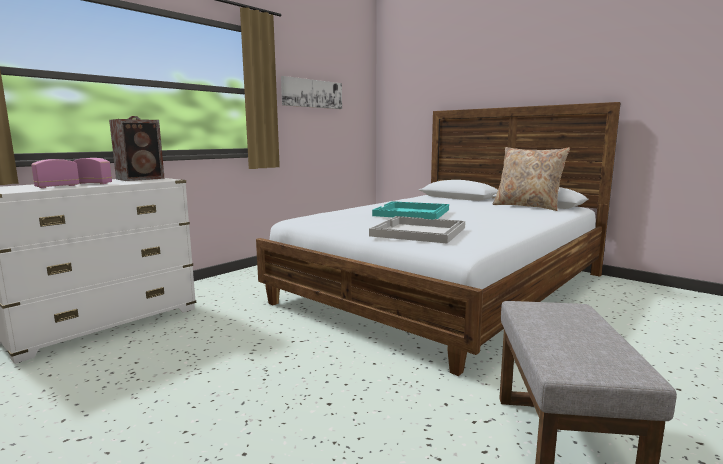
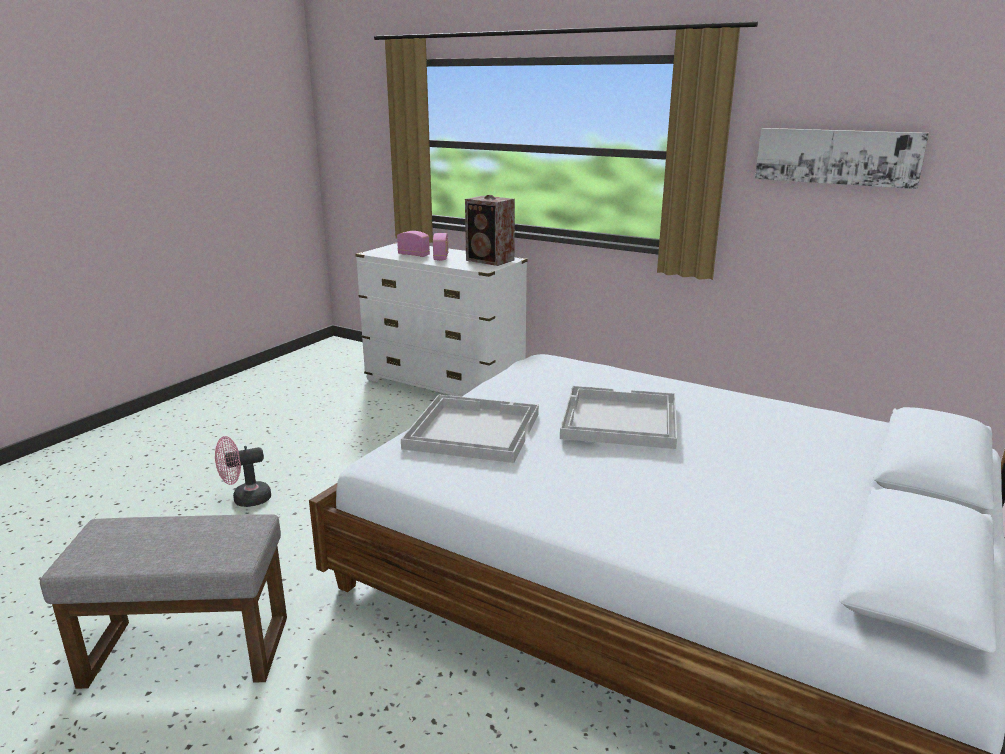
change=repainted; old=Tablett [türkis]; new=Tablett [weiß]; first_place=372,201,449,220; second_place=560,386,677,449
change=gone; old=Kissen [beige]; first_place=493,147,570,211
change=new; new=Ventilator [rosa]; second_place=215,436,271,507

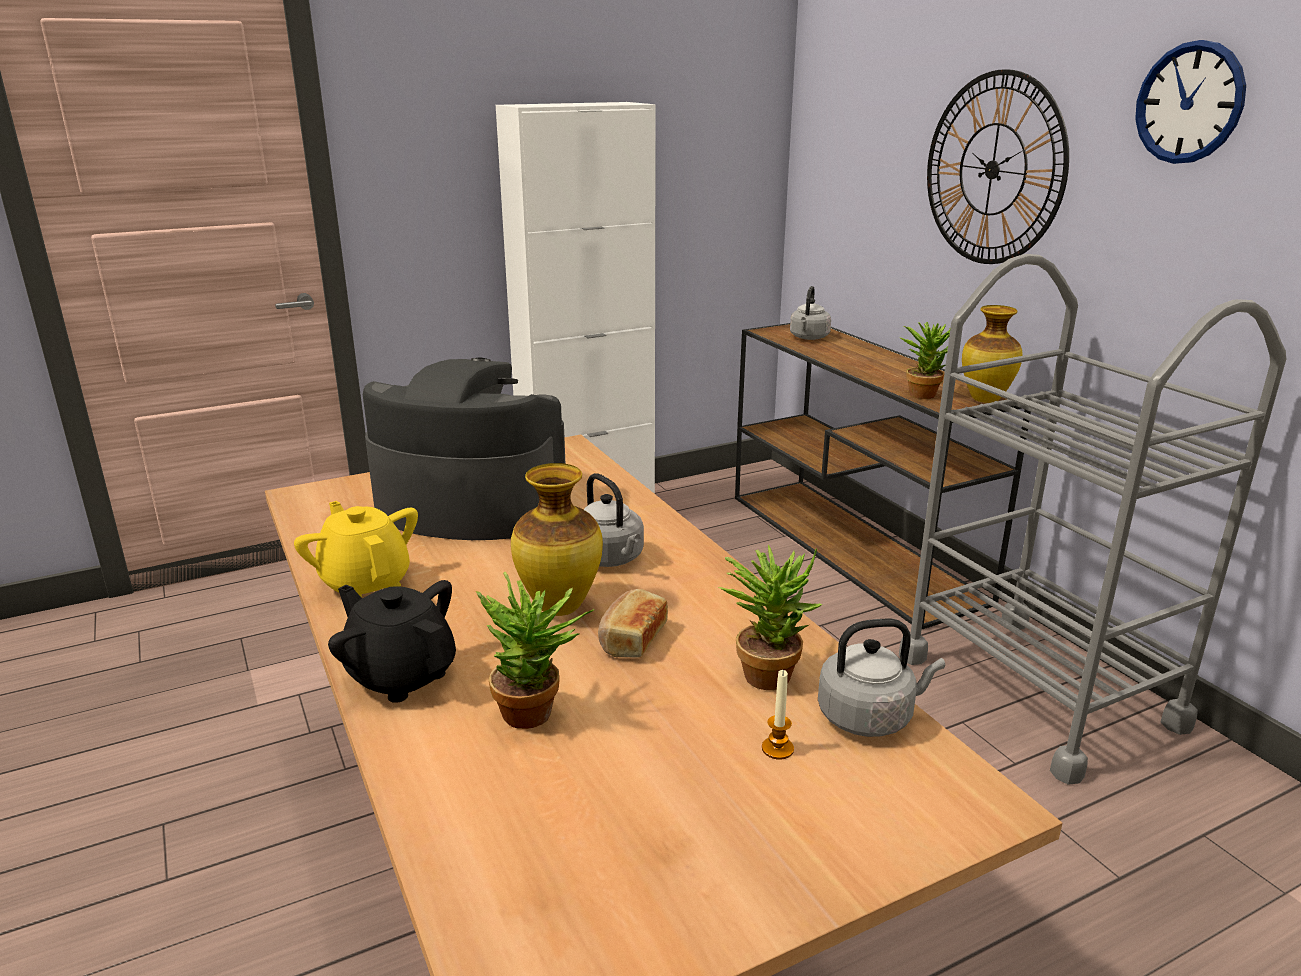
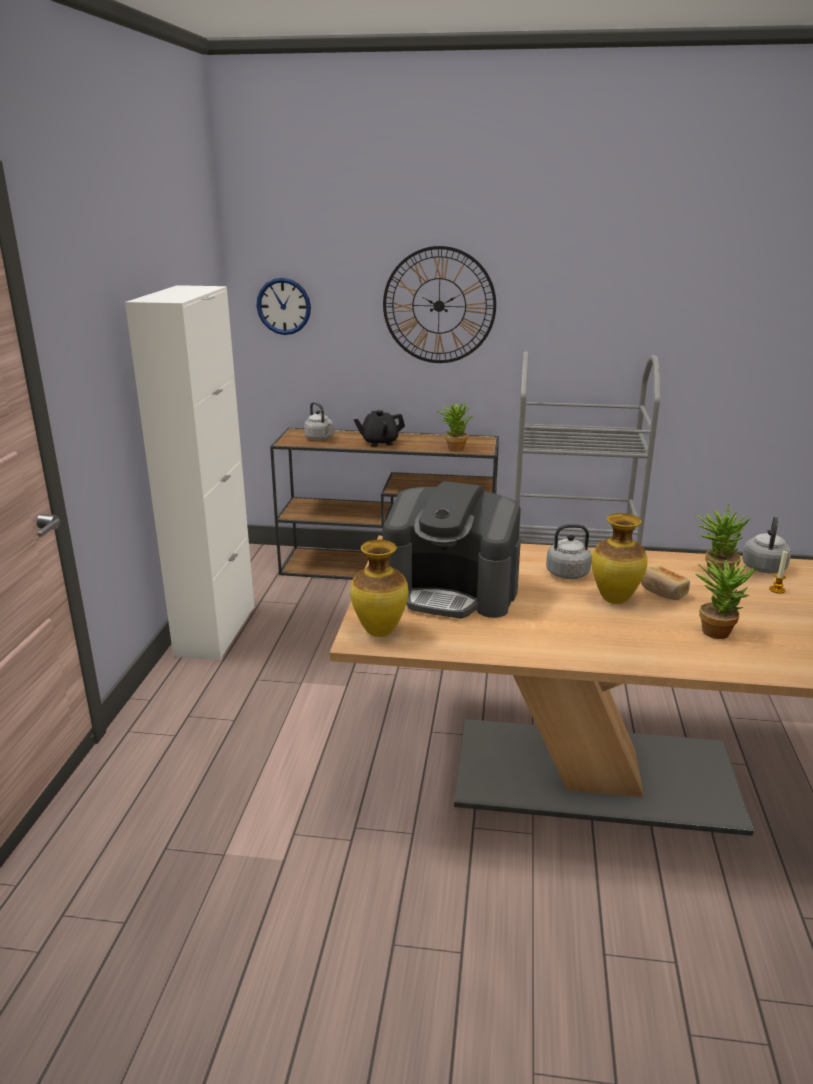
change=gone; old=Teekanne [gelb]; first_place=294,501,418,598
change=shifted; old=Teekanne [schwarz]; first_place=328,580,456,703; second_place=353,410,405,447
change=rotated; old=Kaffeemaschine; first_place=363,358,565,540; second_place=382,481,521,619; degrees=-120
change=shifted; old=Vase; first_place=962,305,1023,403; second_place=350,540,408,637
change=shifted; old=Wanduhr; first_place=1135,40,1246,164; second_place=257,278,311,335

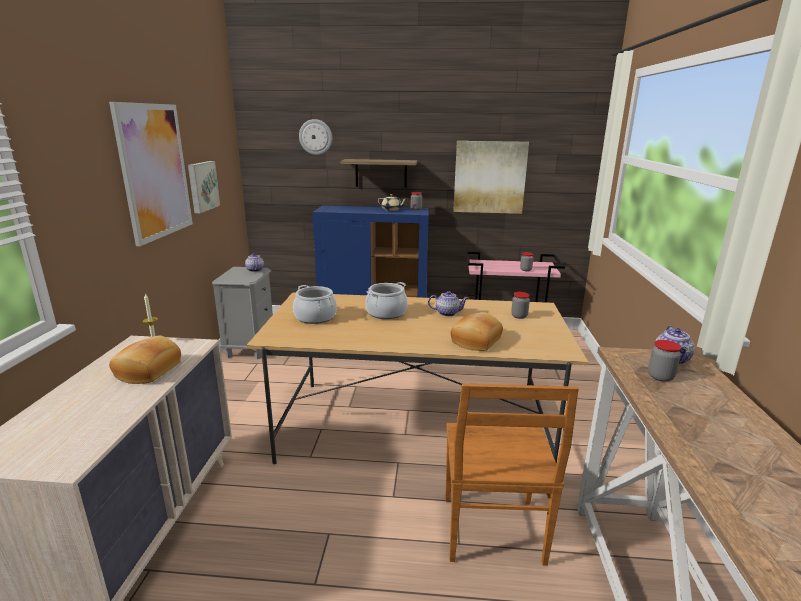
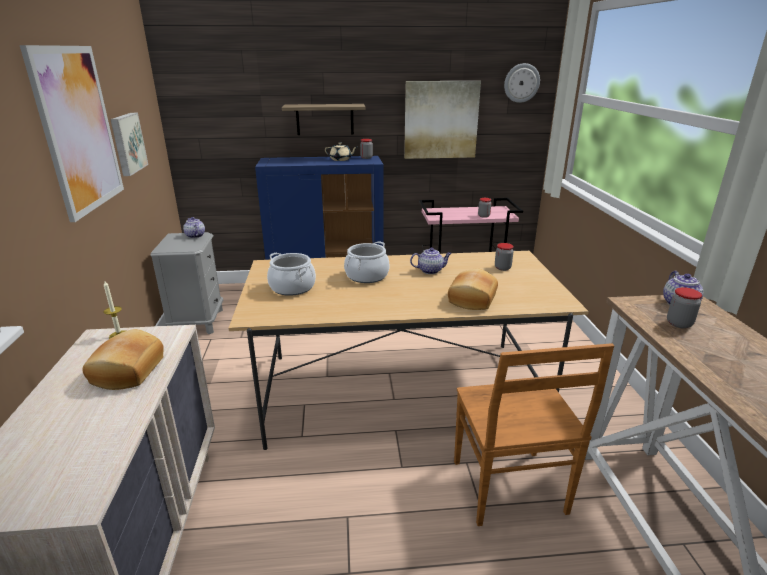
change=shifted; old=Wanduhr; first_place=299,119,332,155; second_place=504,63,540,103

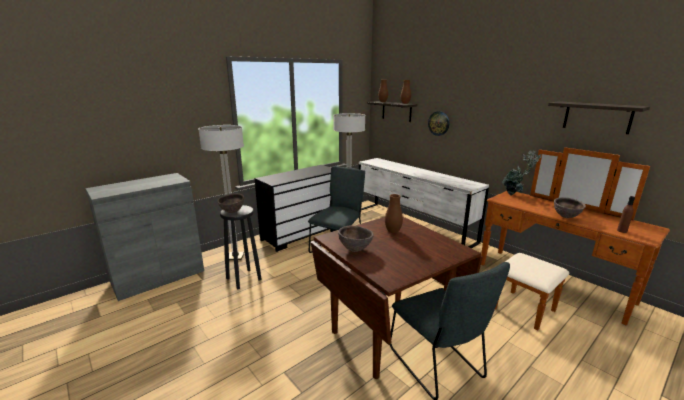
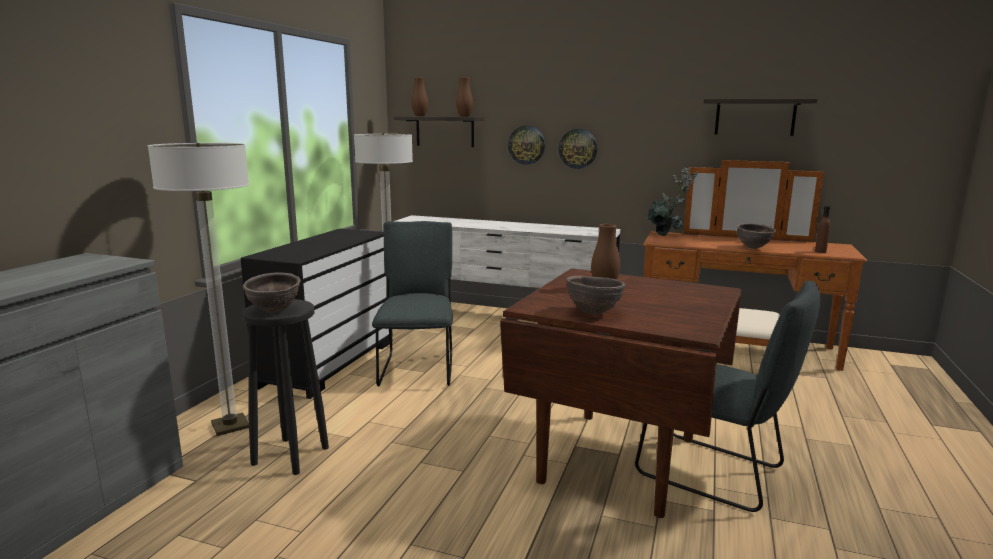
change=new; new=Wanduhr; second_place=559,129,598,169

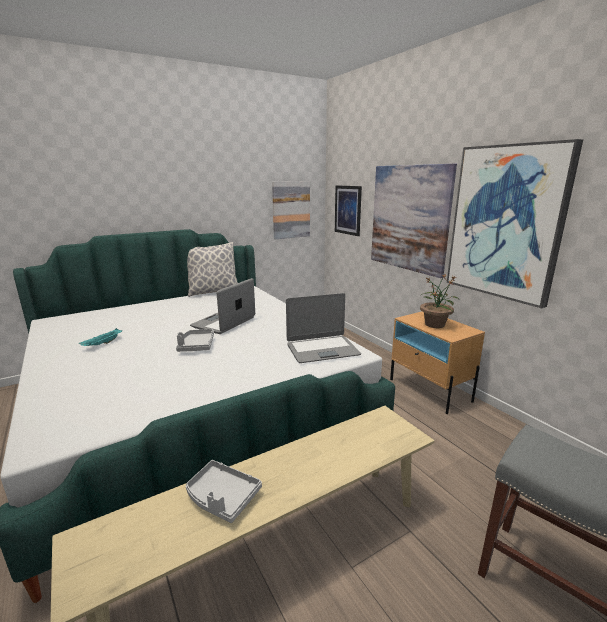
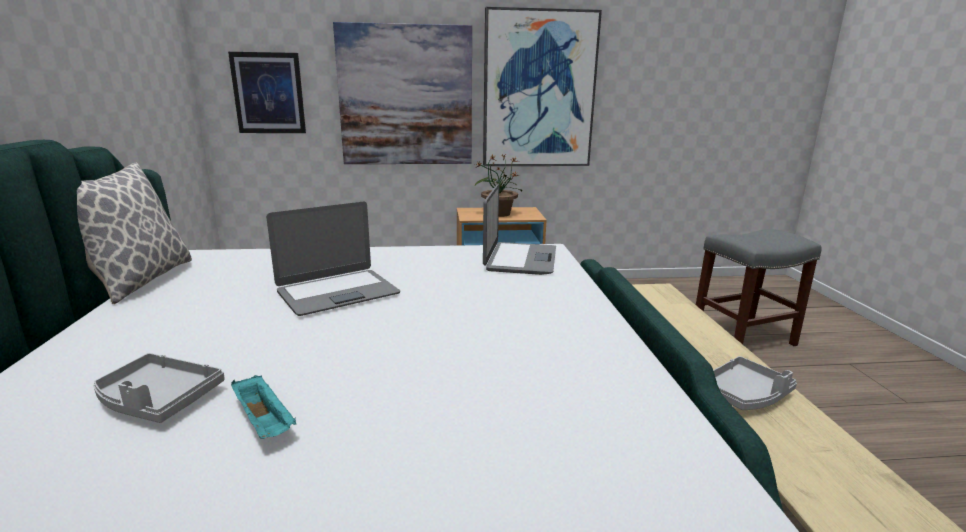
change=shifted; old=Tablett [grau]; first_place=176,329,214,352; second_place=93,353,225,423
change=rotated; old=Laptop; first_place=190,278,255,334; second_place=266,201,400,316; degrees=-90
change=gone; old=Bild; first_place=272,181,310,239

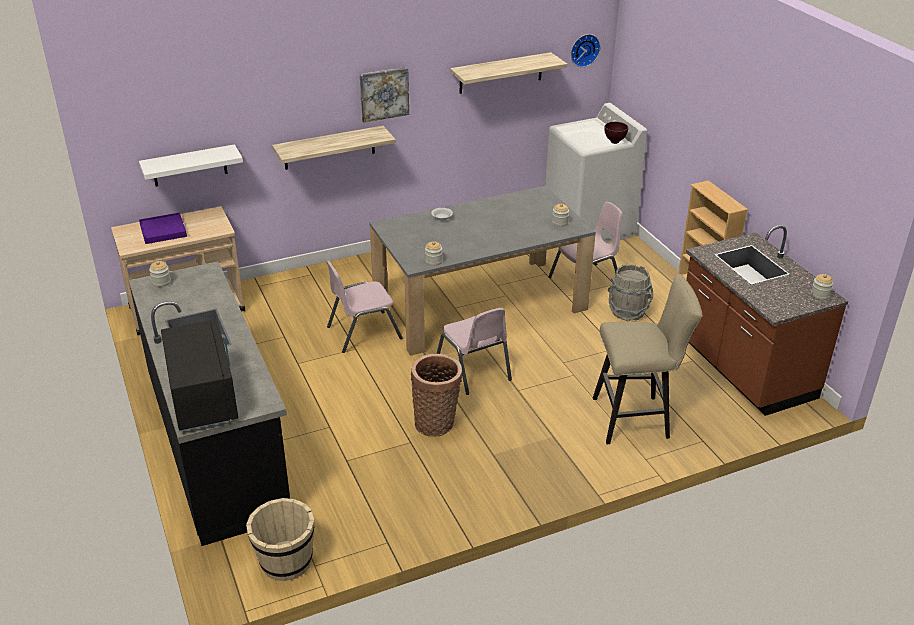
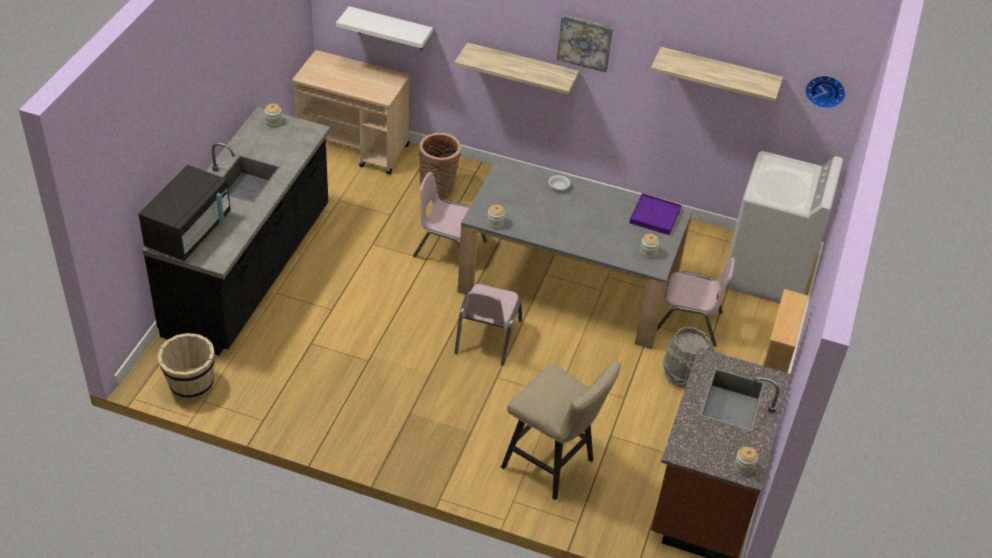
change=shifted; old=Tablett [lila]; first_place=139,213,187,244; second_place=629,193,681,235
change=shifted; old=Korb; first_place=411,354,462,437; second_place=419,133,461,200
change=gone; old=Schüssel [braun]; first_place=604,122,628,144

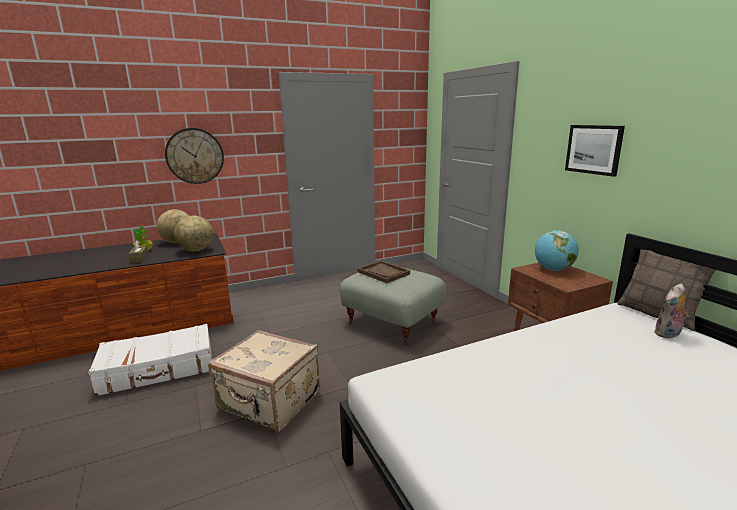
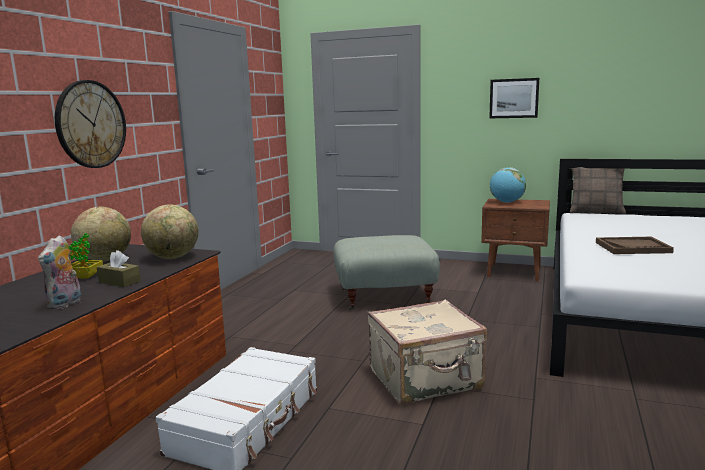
change=shifted; old=Tablett [braun]; first_place=357,261,410,283; second_place=596,237,674,254
change=shifted; old=Plüschtier; first_place=654,283,689,338; second_place=38,235,81,309

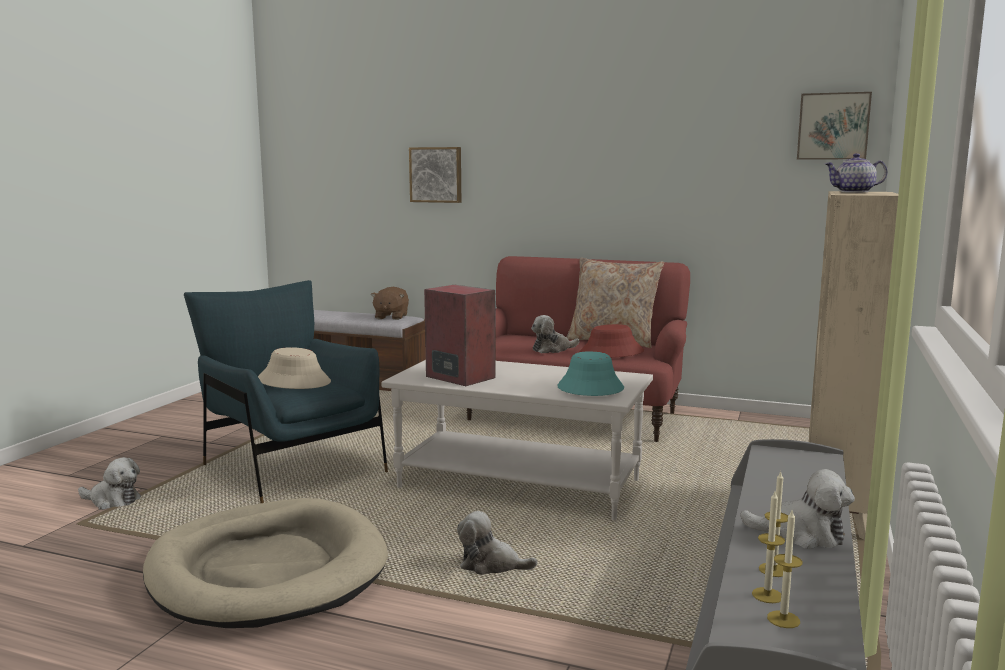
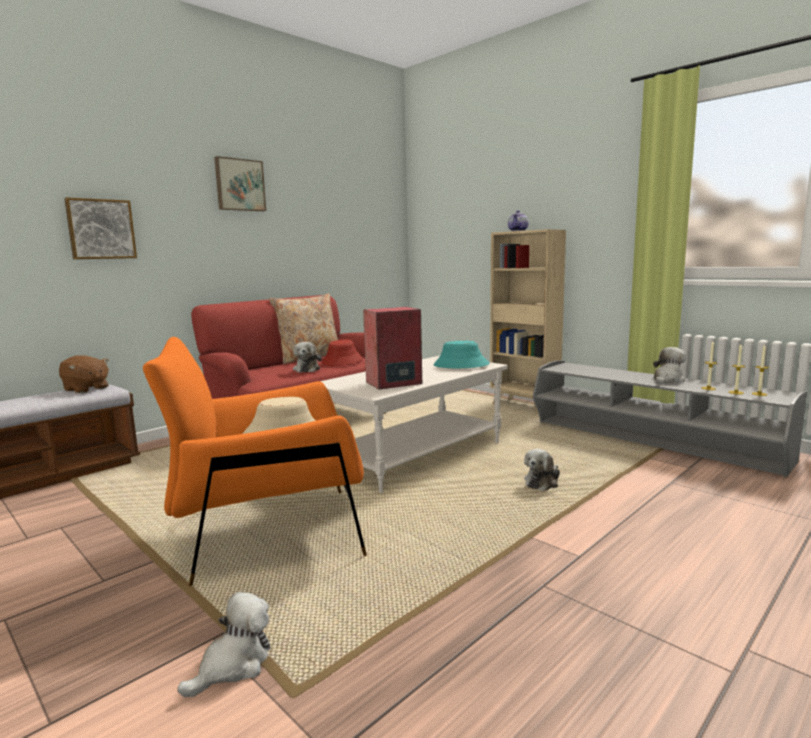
change=gone; old=Hundebett [beige]; first_place=143,498,388,628
change=repainted; old=Sessel [blau]; new=Sessel [orange]; first_place=184,280,388,503; second_place=143,337,367,586
change=shifted; old=Bild; first_place=797,92,872,159; second_place=214,156,266,211

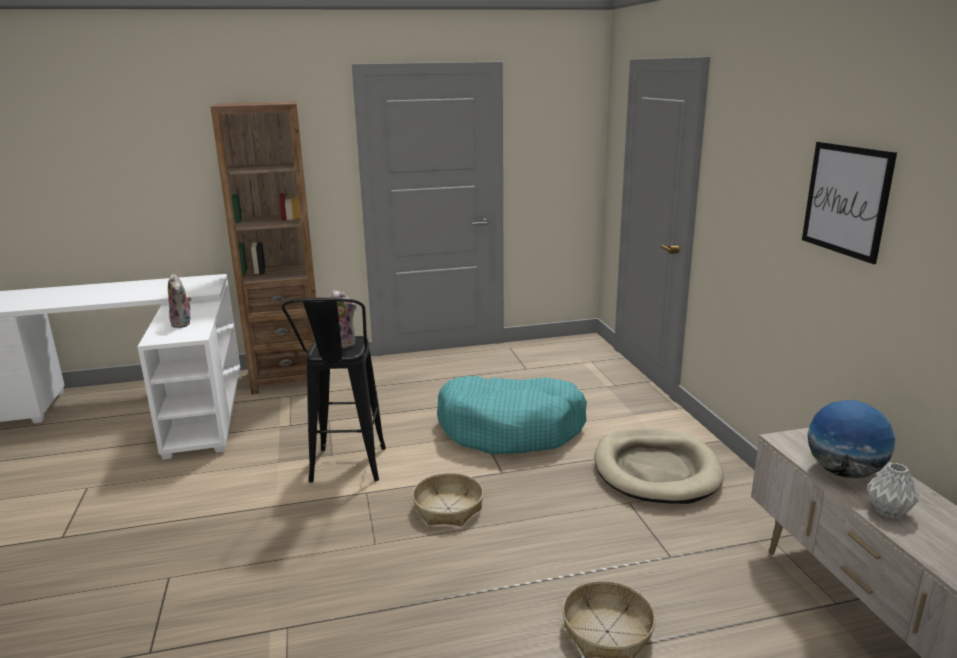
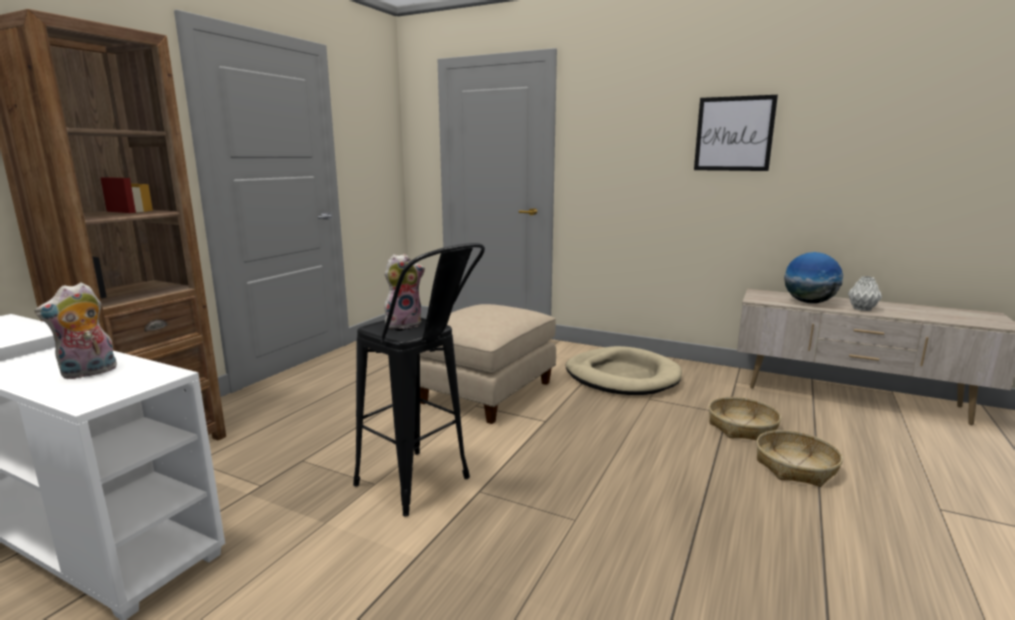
change=rotated; old=Plüschtier; first_place=168,274,192,328; second_place=35,283,117,379; degrees=120
change=shifted; old=Korb; first_place=412,473,483,526; second_place=709,397,781,440
change=swapped; old=Hundebett [türkis]; new=Polsterhocker [beige]; first_place=437,376,587,455; second_place=420,304,556,424

